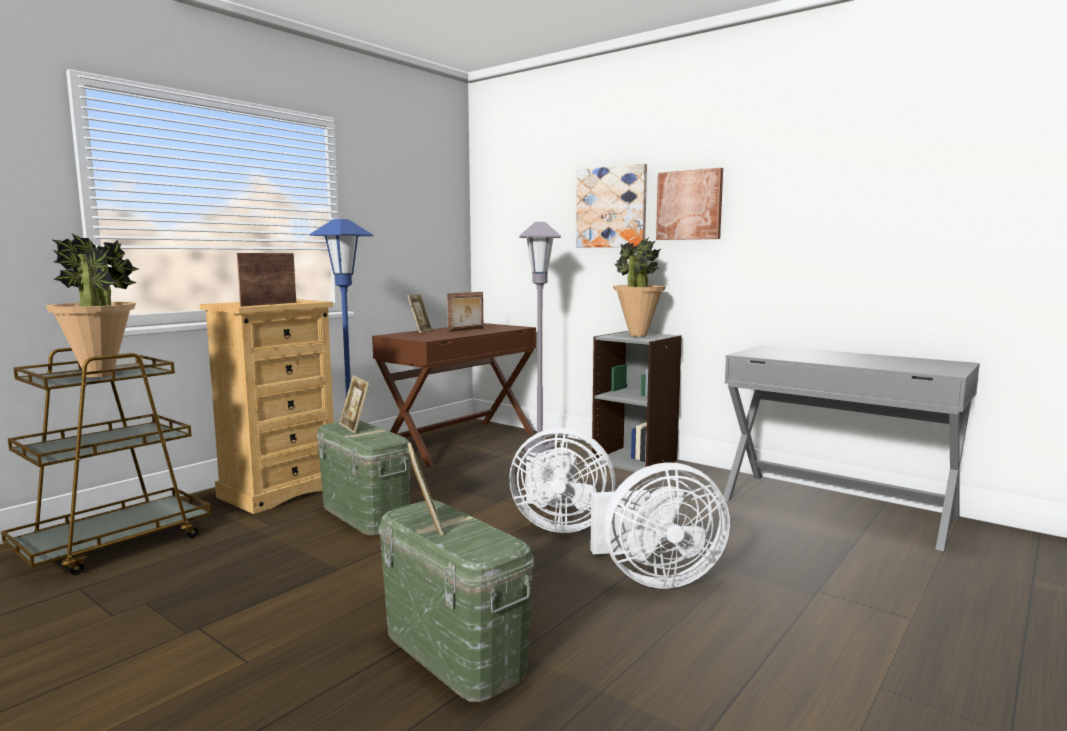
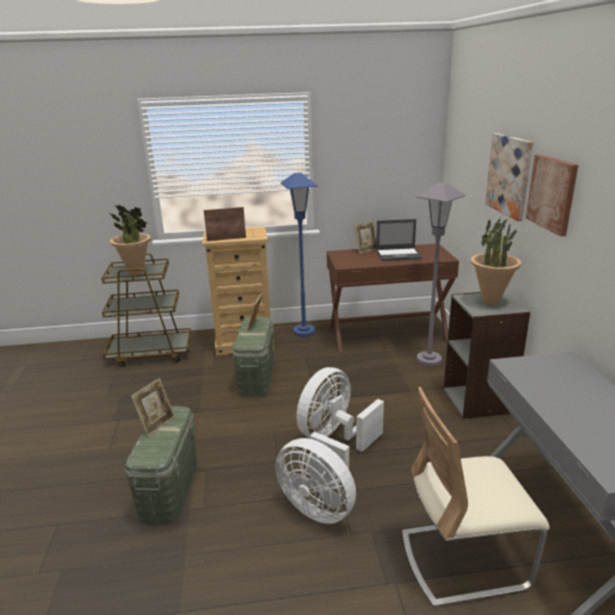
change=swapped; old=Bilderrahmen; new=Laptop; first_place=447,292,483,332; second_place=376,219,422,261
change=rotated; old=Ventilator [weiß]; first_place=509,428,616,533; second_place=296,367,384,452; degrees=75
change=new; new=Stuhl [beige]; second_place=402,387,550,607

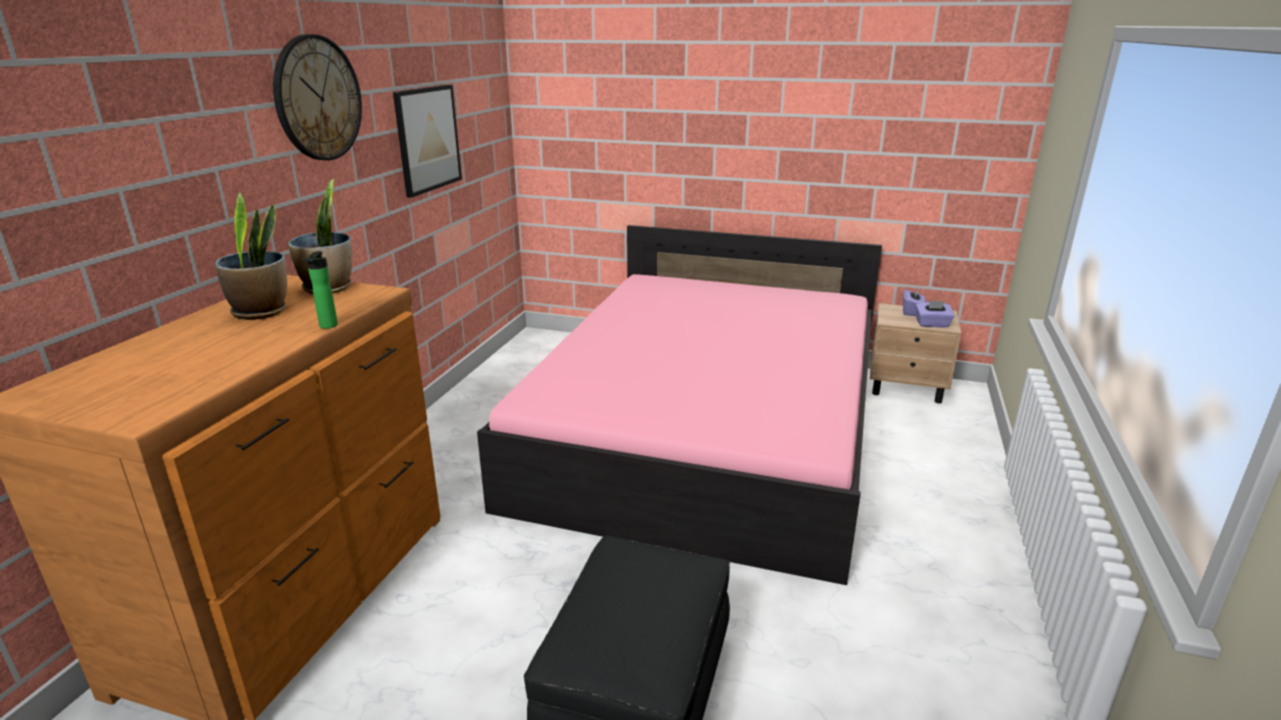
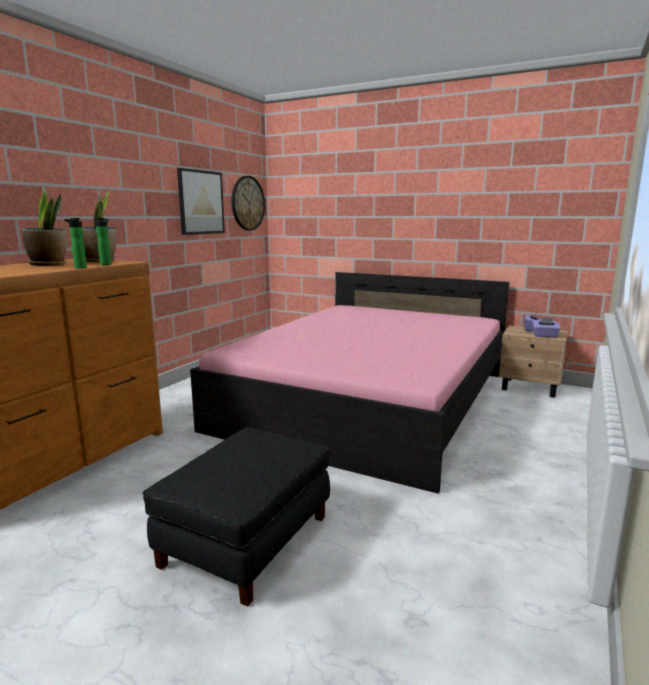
change=shifted; old=Wanduhr; first_place=273,34,362,160; second_place=231,176,265,230
change=new; new=Flasche; second_place=95,218,112,265

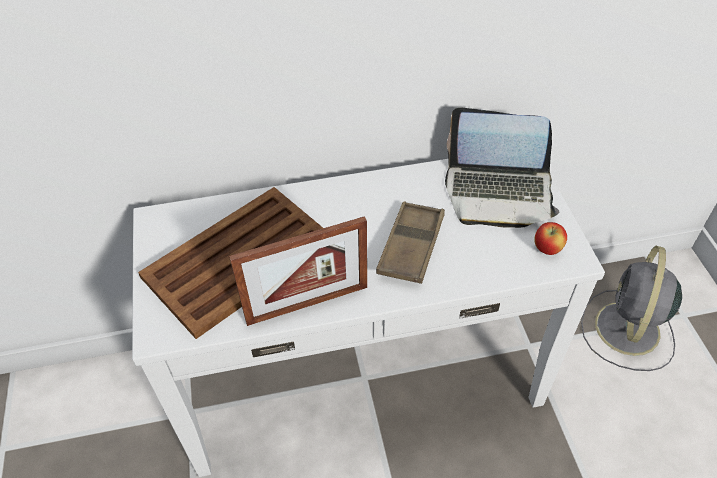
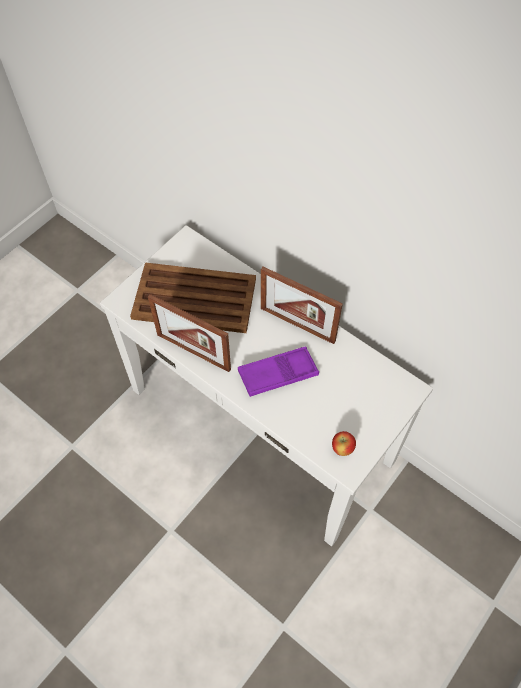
change=repainted; old=Tablett [braun]; new=Tablett [lila]; first_place=376,201,445,284; second_place=238,346,319,397
change=gone; old=Laptop; first_place=445,108,559,228
change=gone; old=Ventilator [grau]; first_place=581,246,682,371
change=new; new=Bilderrahmen; second_place=261,267,343,344

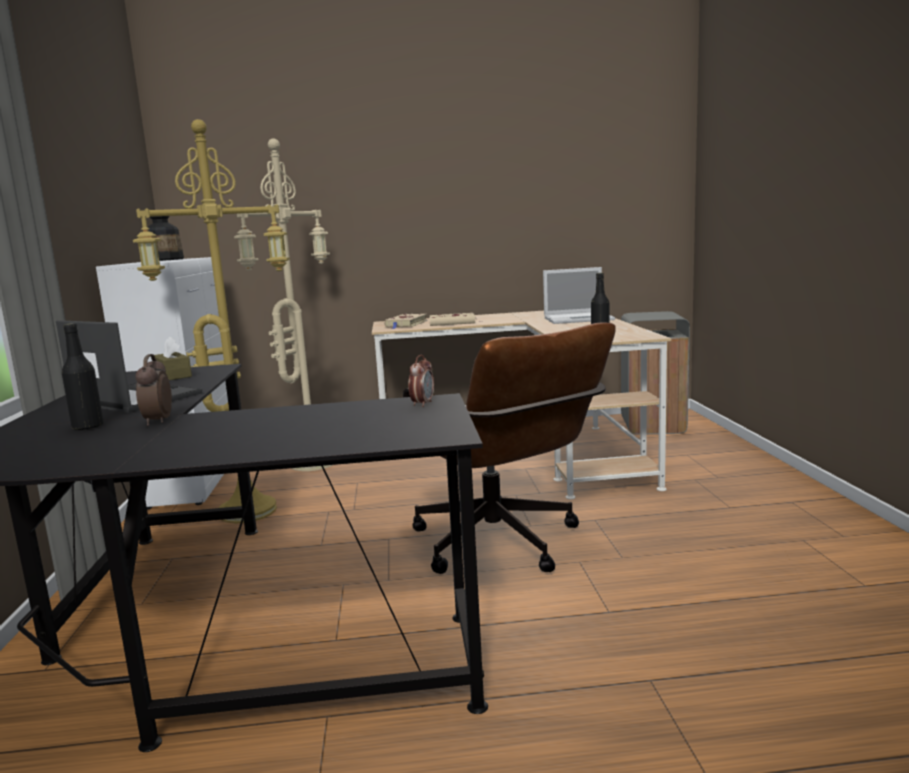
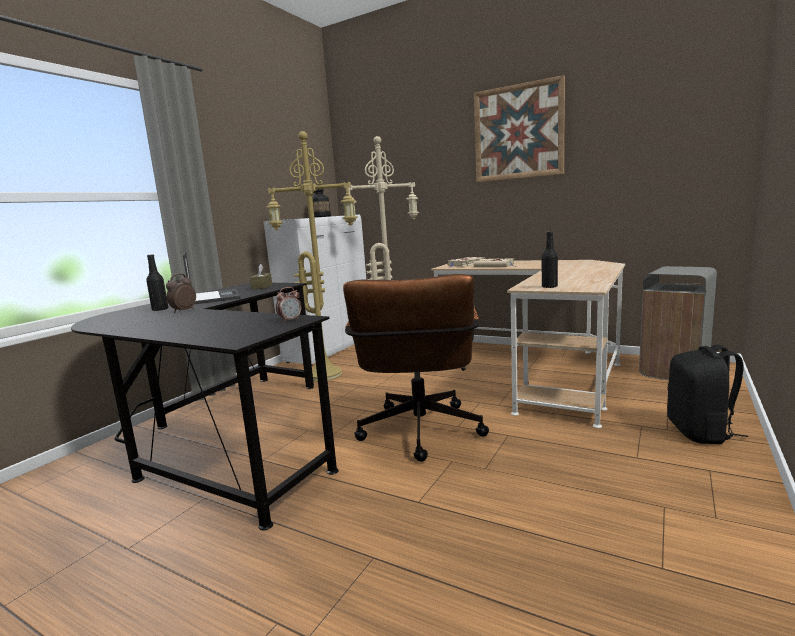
change=gone; old=Laptop; first_place=543,267,615,324
change=new; new=Bild; second_place=474,75,565,182
change=new; new=Rucksack [schwarz]; second_place=667,344,748,444

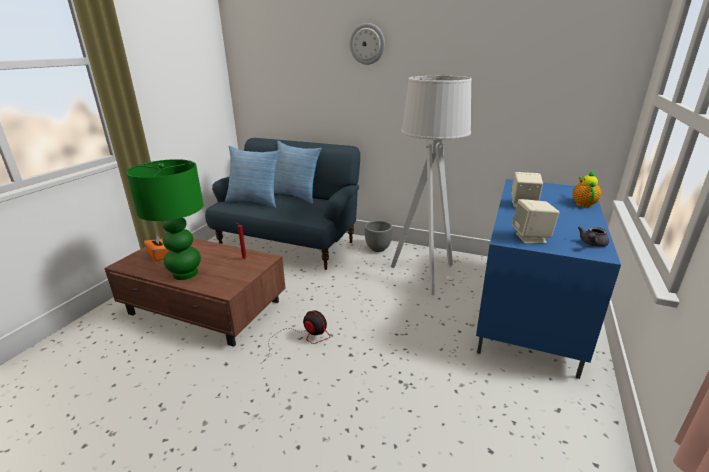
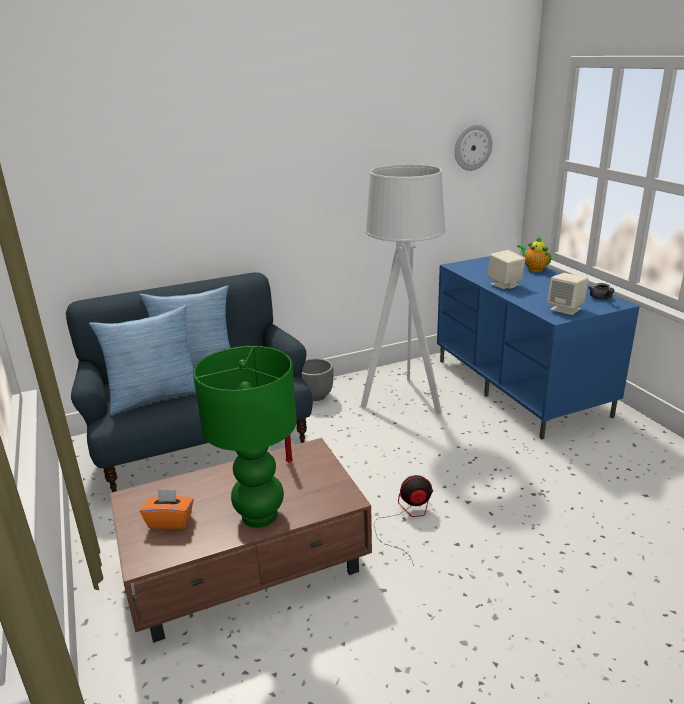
change=shifted; old=Wanduhr; first_place=350,23,385,65; second_place=454,124,493,171

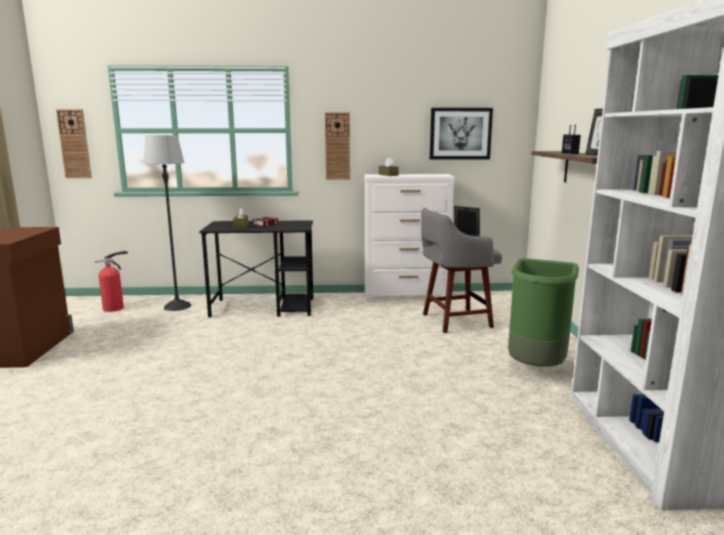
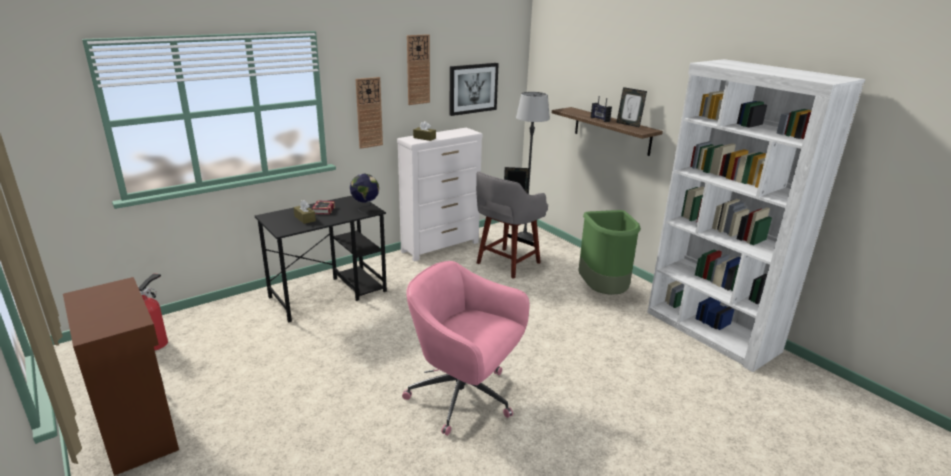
change=shifted; old=Wanduhr; first_place=56,109,92,178; second_place=407,34,430,105
change=shifted; old=Stehlampe; first_place=143,135,191,311; second_place=516,92,550,242
change=new; new=Globus; second_place=350,174,379,213
change=new; new=Bürostuhl [rosa]; second_place=402,261,530,436

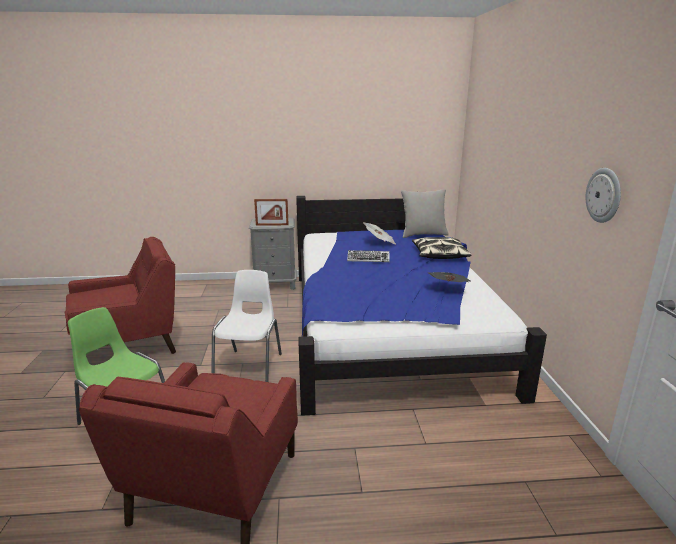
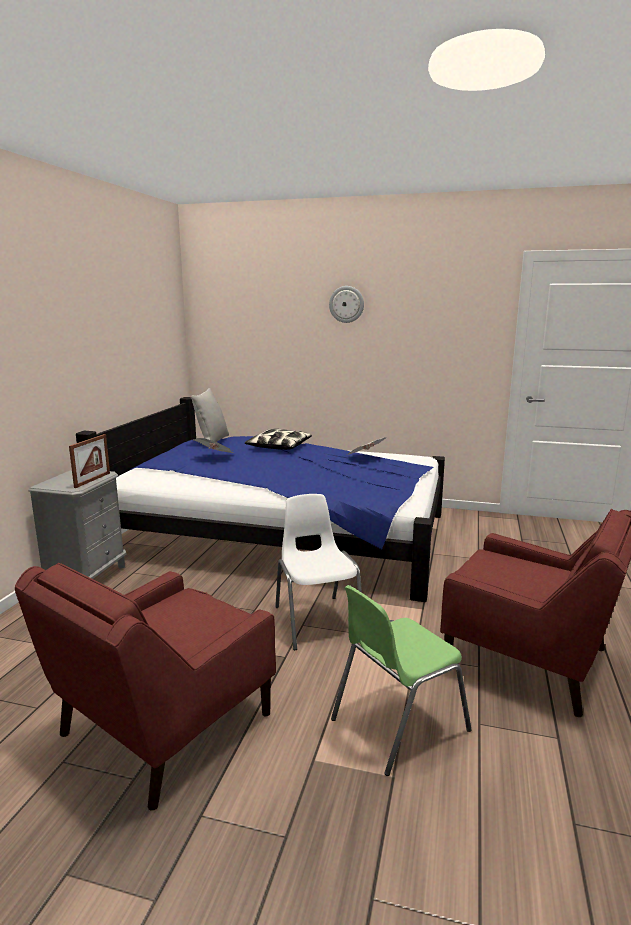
change=rotated; old=Sessel [rot]; first_place=65,237,176,354; second_place=15,563,276,811; degrees=-135
change=rotated; old=Stuhl [weiß]; first_place=211,270,282,382; second_place=275,494,362,650; degrees=45
change=gone; old=Tastatur; first_place=347,250,390,262
change=shifted; old=Wanduhr; first_place=586,168,621,223; second_place=329,286,364,323

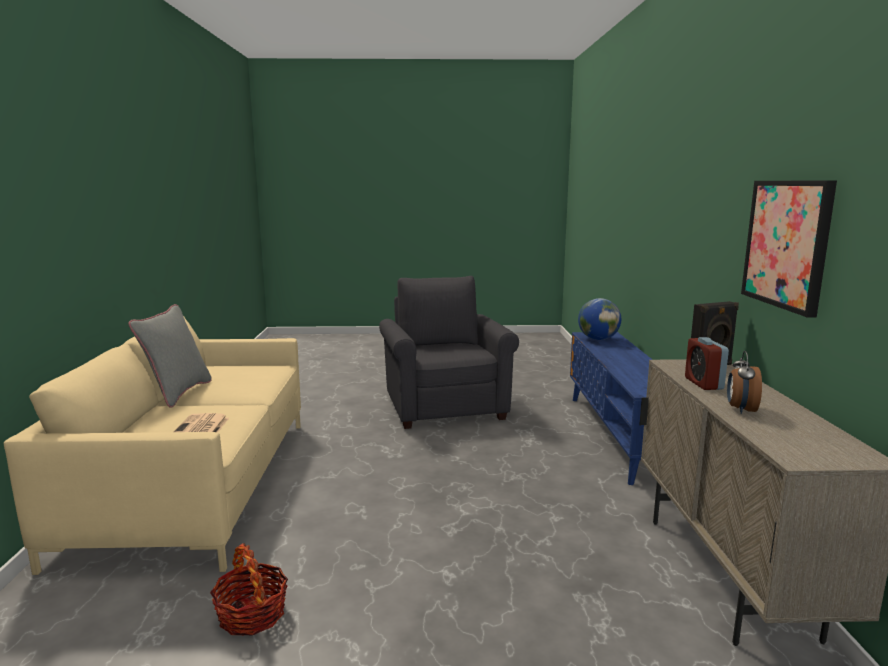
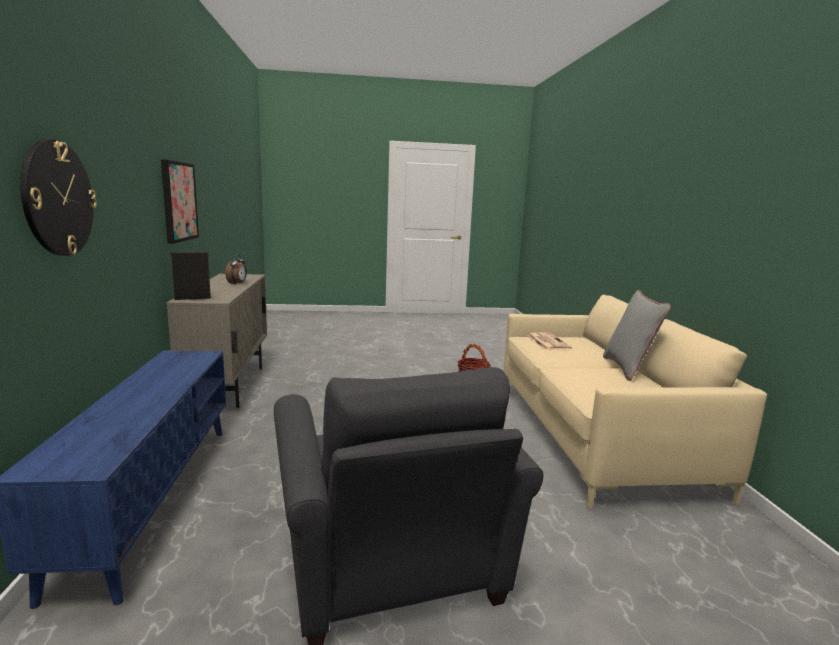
change=gone; old=Globus; first_place=578,298,621,340
change=gone; old=Wecker; first_place=685,337,729,390
change=new; new=Wanduhr; second_place=20,139,97,256

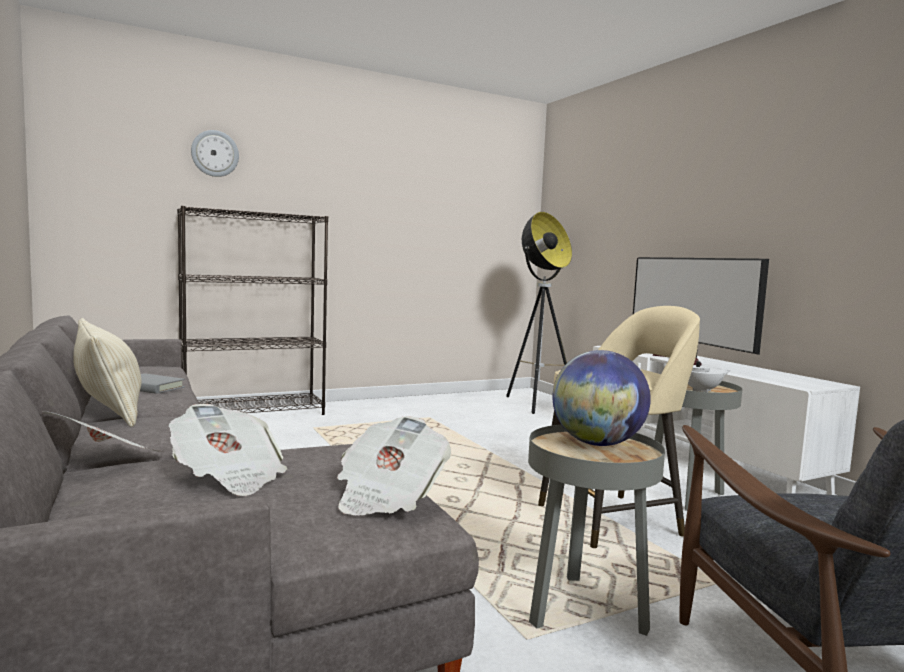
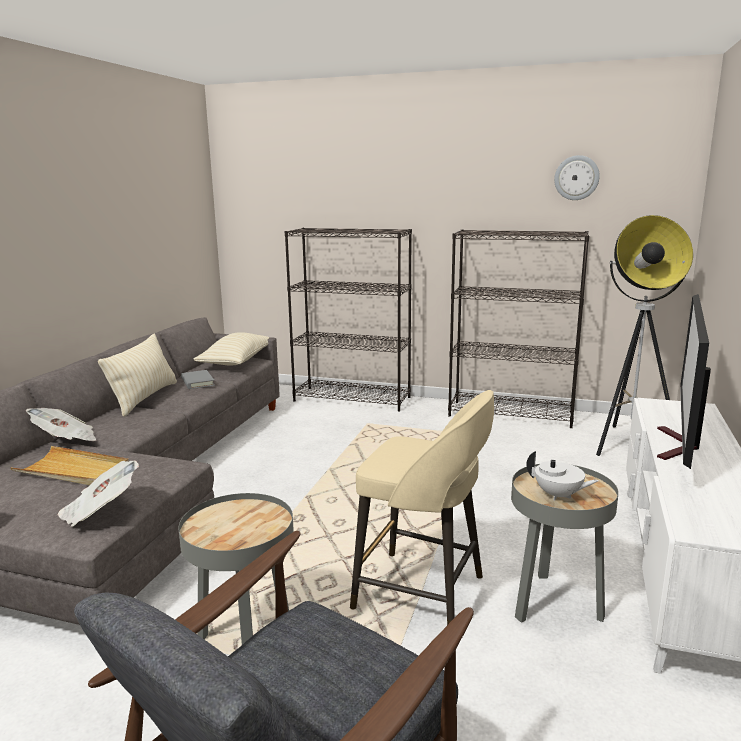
change=swapped; old=Zeitung; new=Tablett [beige]; first_place=169,404,287,496; second_place=10,446,129,485
change=shifted; old=Wanduhr; first_place=191,130,239,177; second_place=554,155,600,200
change=gone; old=Globus; first_place=552,350,651,446
change=new; new=Kissen [beige]; second_place=194,332,270,366
change=new; new=Bücherregal [schwarz]; second_place=448,230,589,428

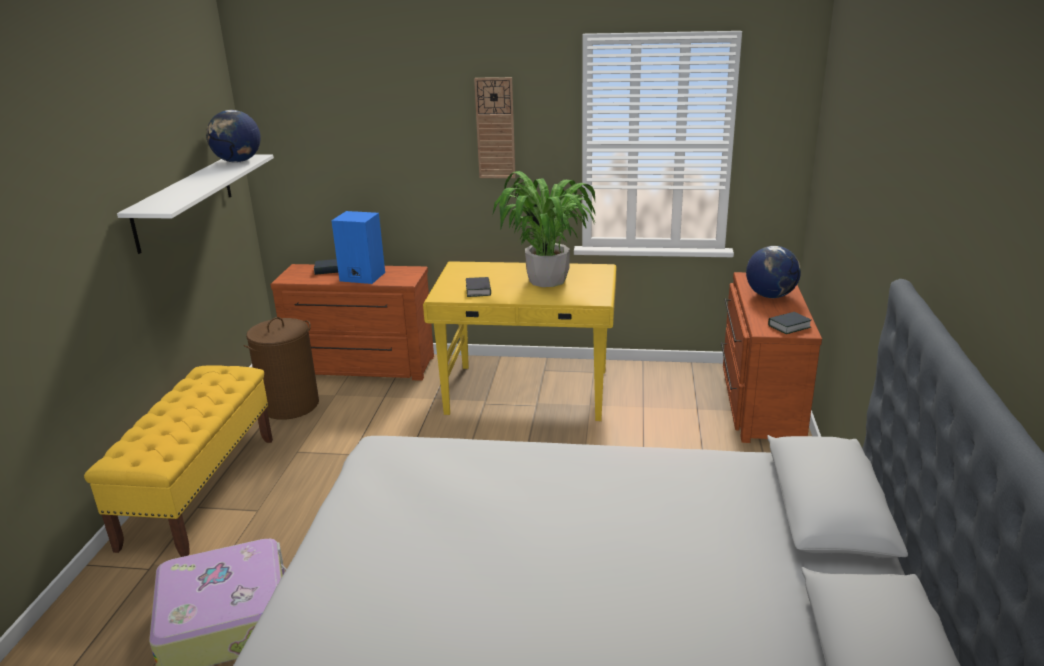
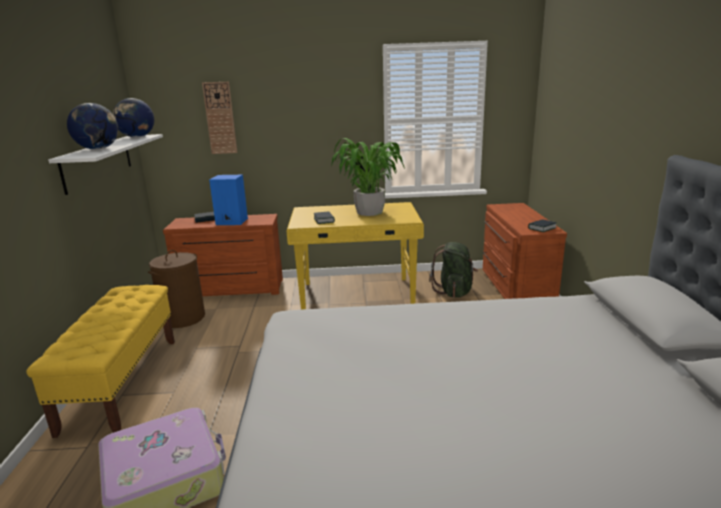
change=shifted; old=Wanduhr; first_place=474,77,516,178; second_place=202,82,237,154
change=shifted; old=Globus; first_place=746,246,801,298; second_place=67,103,118,150
change=new; new=Rucksack [grün]; second_place=429,242,478,298

